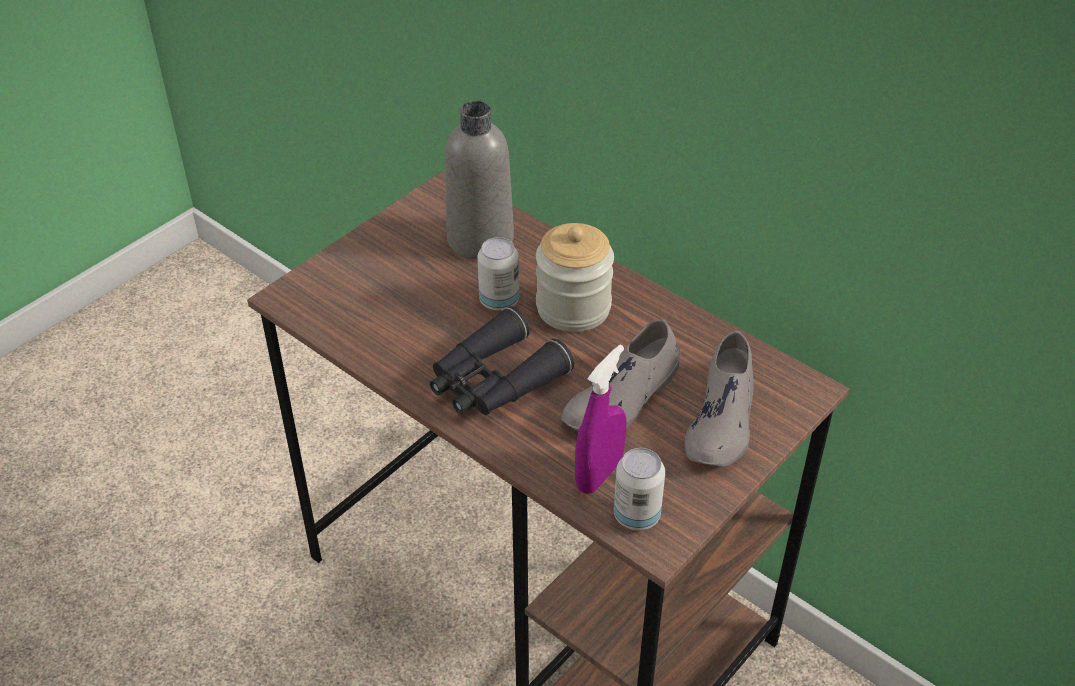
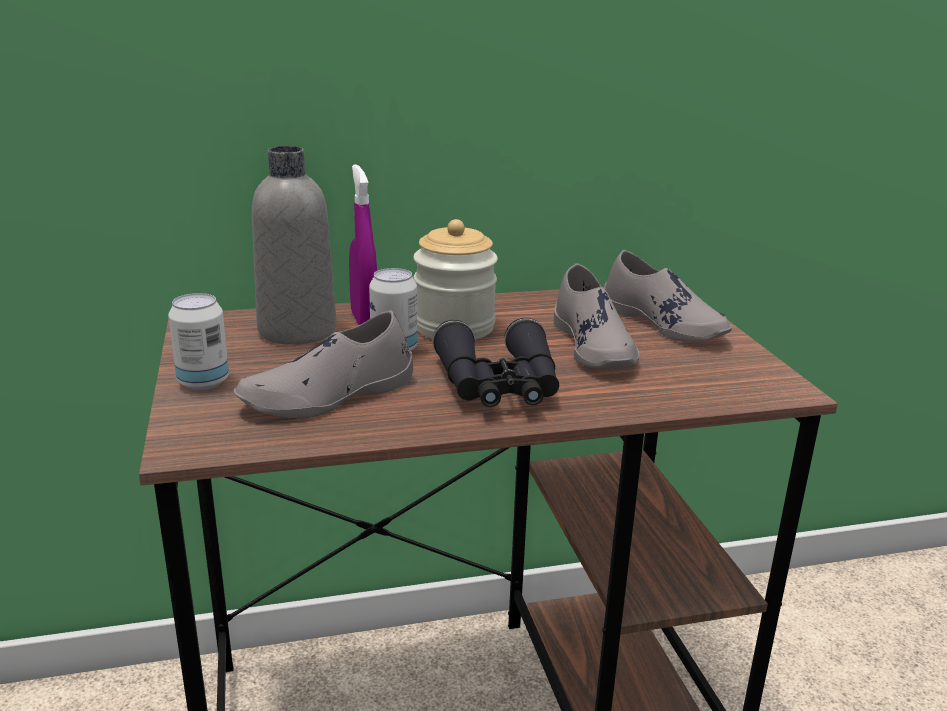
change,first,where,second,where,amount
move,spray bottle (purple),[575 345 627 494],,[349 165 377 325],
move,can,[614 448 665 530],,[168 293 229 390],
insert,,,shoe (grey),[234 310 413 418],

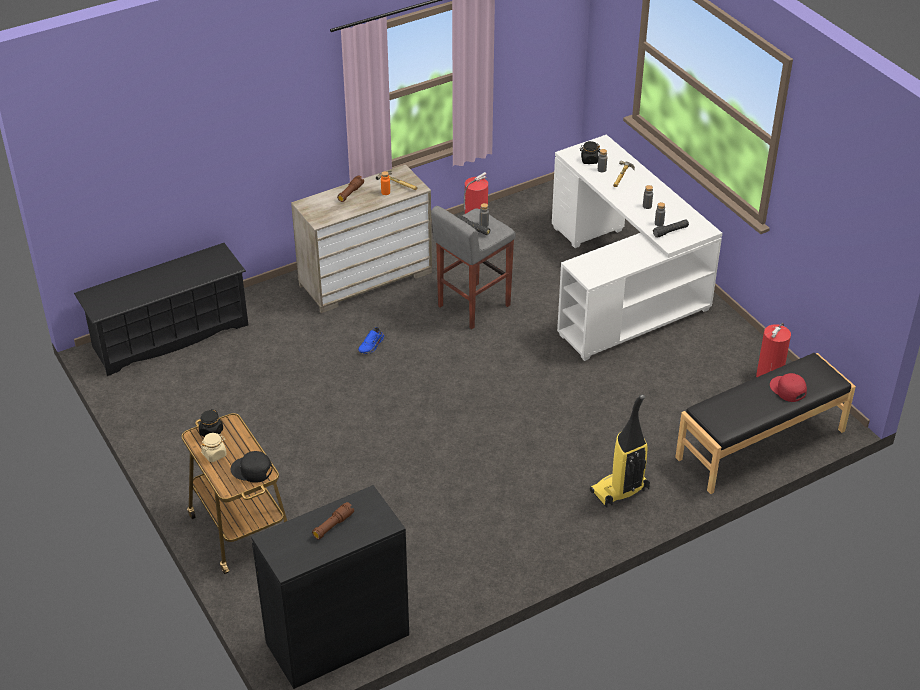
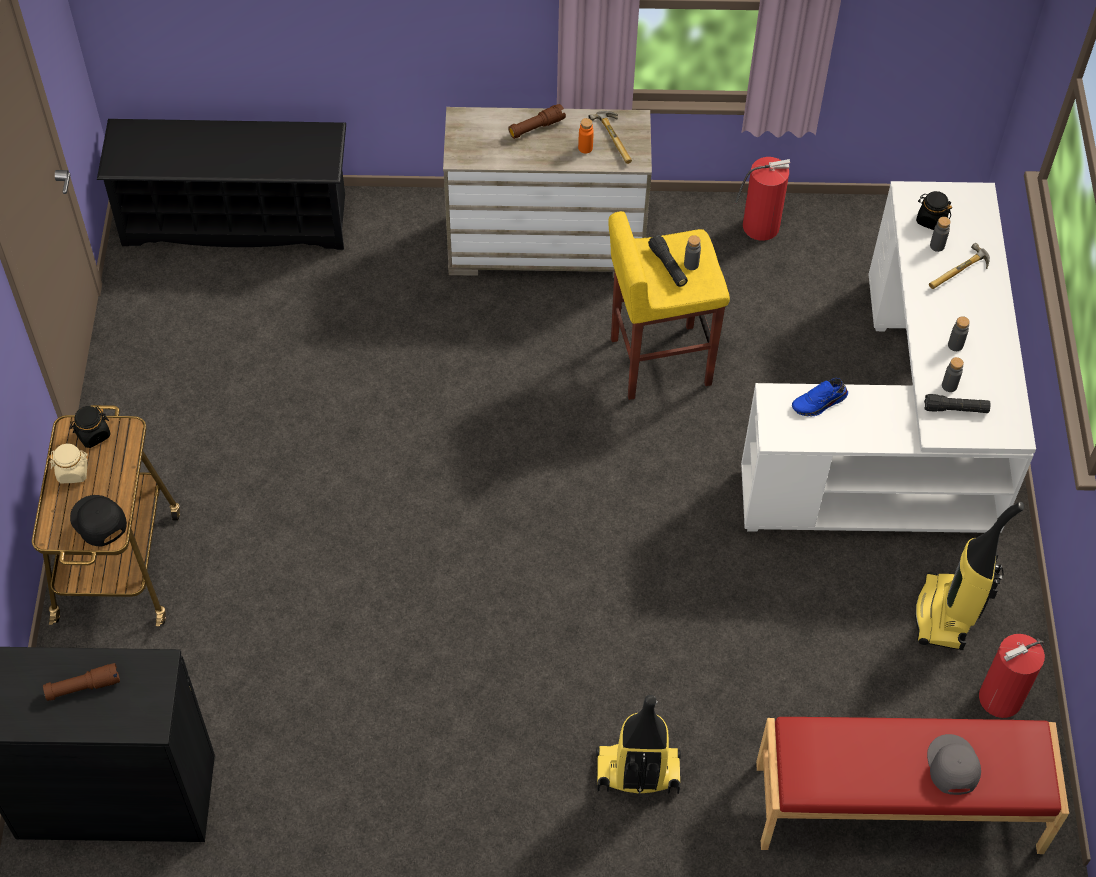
change,first,where,second,where,amount
recolor,stool (grey),[431 206 516 329],stool (yellow),[608 211 730 400],
move,shoe (blue),[358 327 384 354],,[792 378 848 417],
recolor,bench (black),[675 353 856 494],bench (red),[756 717 1069 854],
recolor,cap (red),[770 373 807 402],cap (grey),[927 734 981 795],
insert,,,vacuum cleaner,[915 502 1024 650],

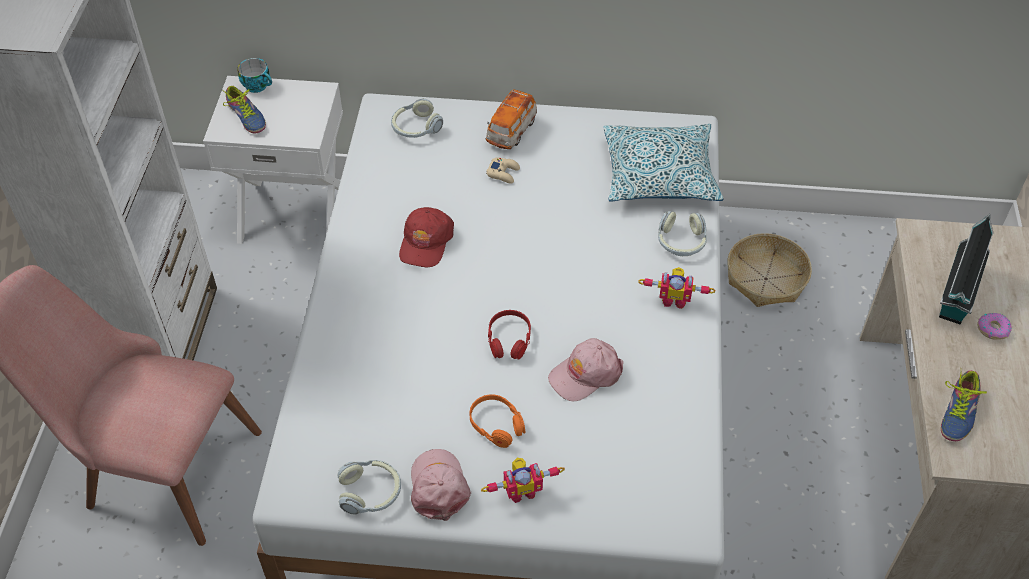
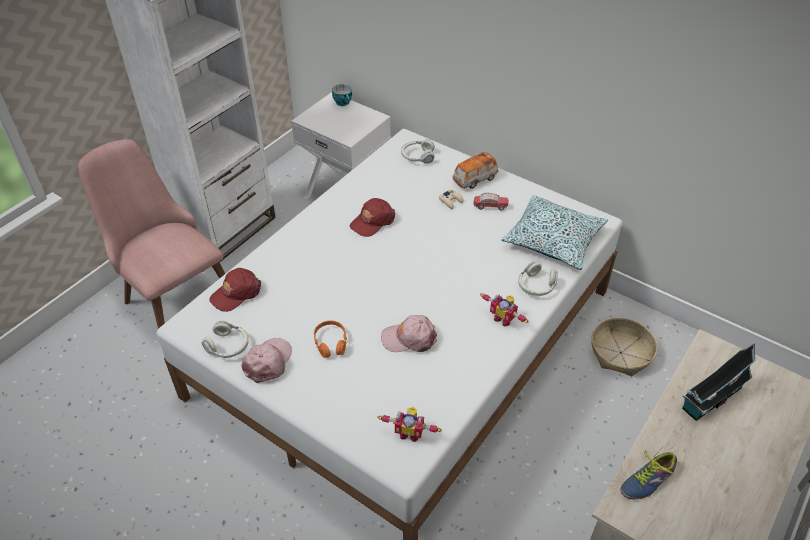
change,first,where,second,where,amount
delete,shoe,[222 86 266 133],,,
delete,headphones (red),[488 310 531 360],,,
delete,donut,[977 313 1012 340],,,
move,toy robot,[481 458 565 503],,[377 407 442 442],
insert,,,toy car,[473 193 509 210],
insert,,,cap (red),[209 268 261 312],

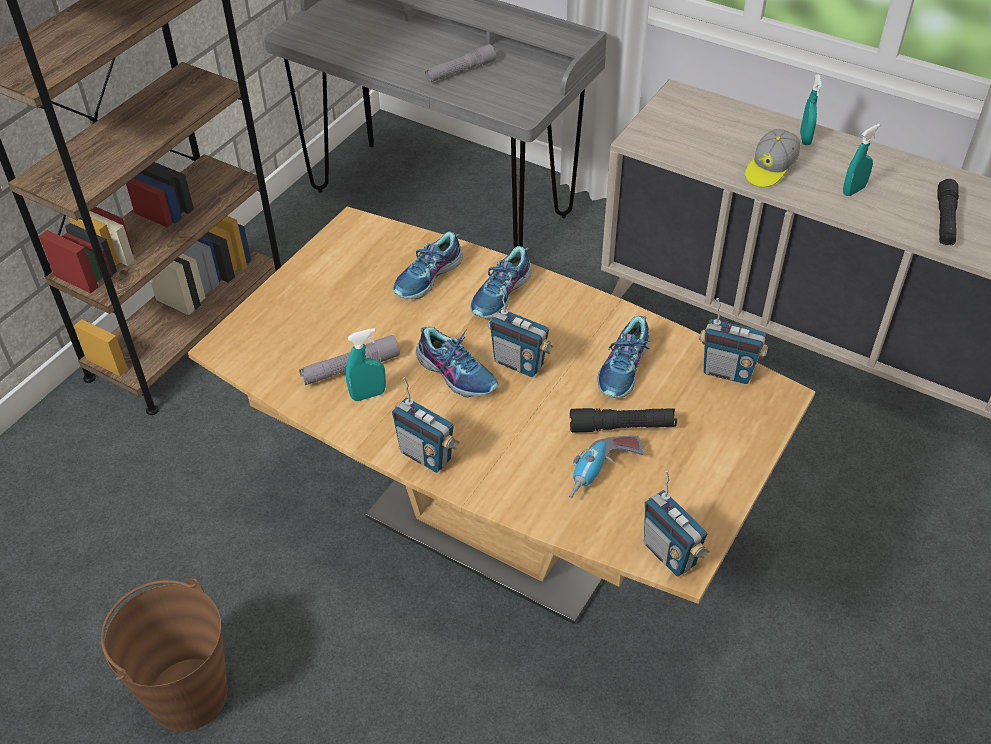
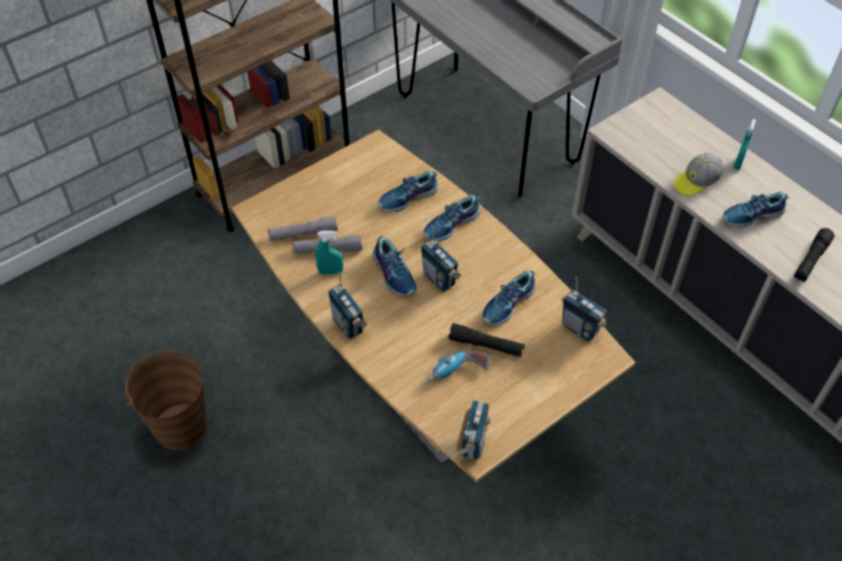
change,first,where,second,where,amount
move,flashlight (grey),[424 44 496 82],,[268 216 338 241],
replace,spray bottle (turquoise),[843 124 880 196],shoe,[723 192 789 228],
rotate,radio,[644 471 710 577],,[456 400 491 460],150 degrees counterclockwise

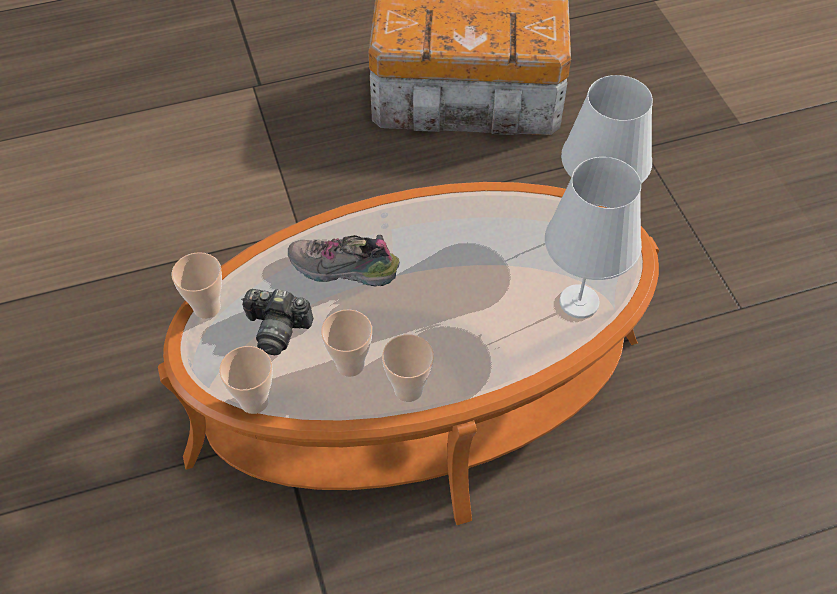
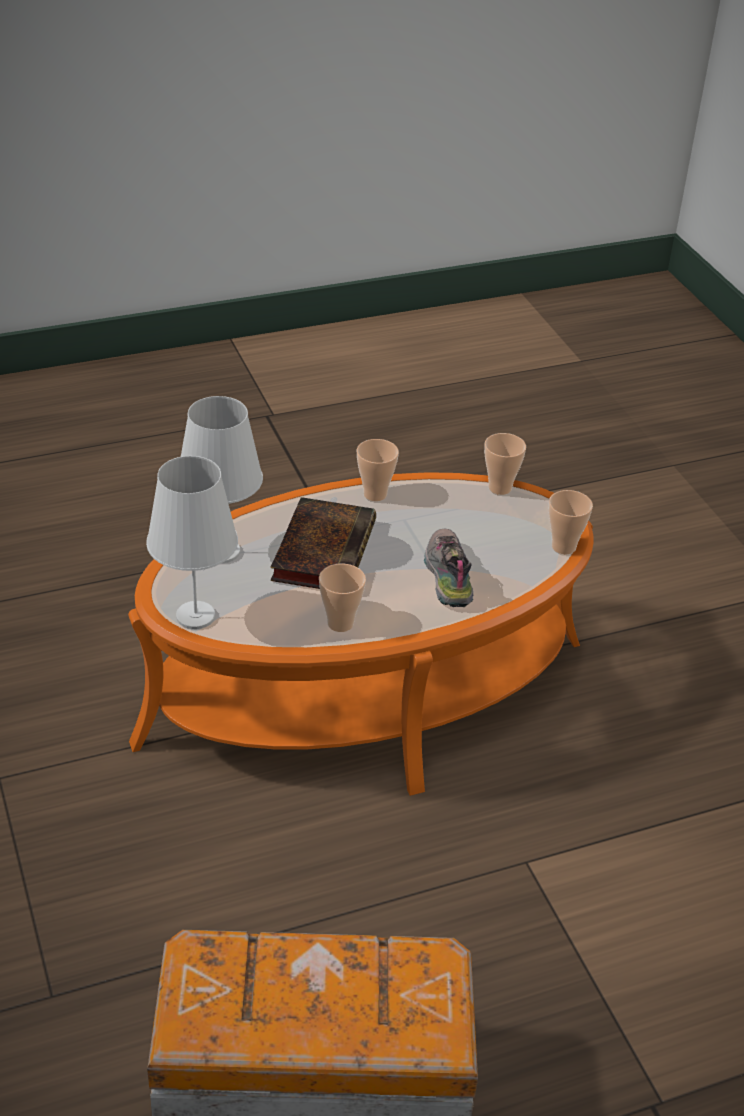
change,first,where,second,where,amount
rotate,shoe,[288 235 400 287],,[424 528 473 607],105 degrees counterclockwise
delete,photo camera,[241 289 313 355],,,
move,cup,[321 309 372 377],,[319 564 366 632],
insert,,,book,[271 497 376 589],

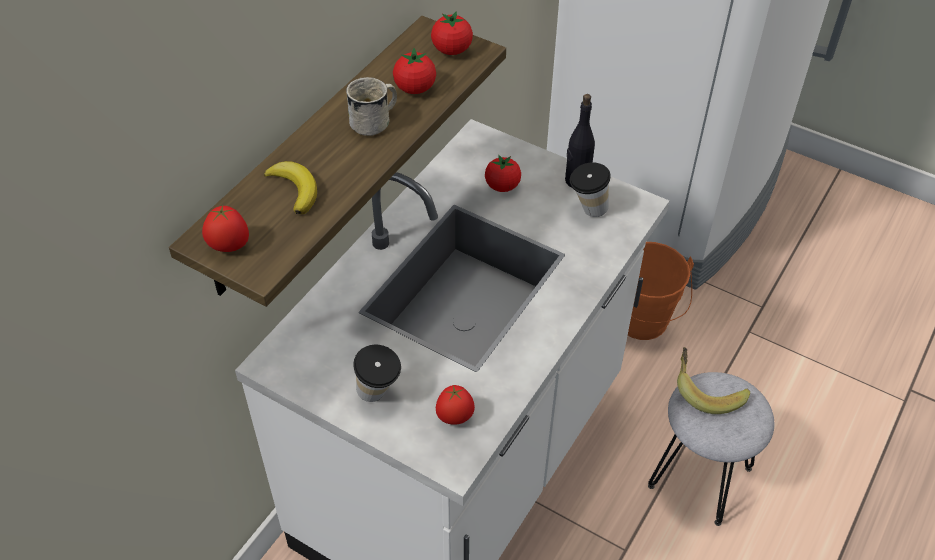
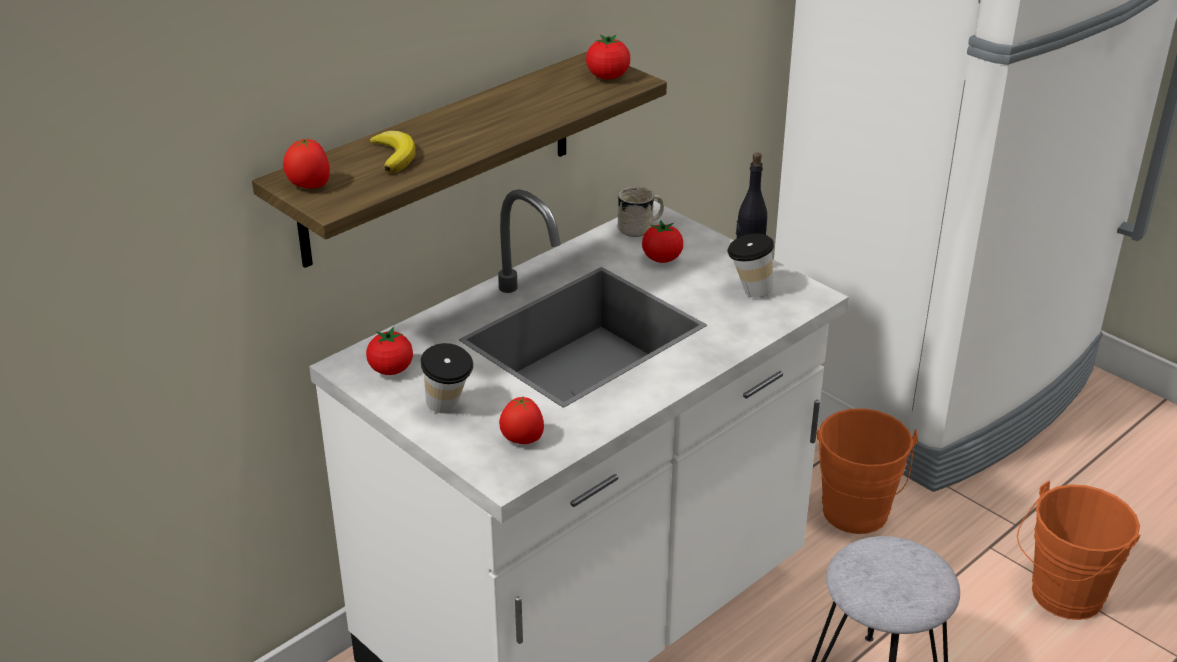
change,first,where,second,where,amount
move,tomato,[393 48 436 94],,[366 327 413 375],
move,mug (white),[346 77 397 136],,[617 186 664 237],
delete,banana,[677 347 750 414],,,
insert,,,bucket (orange),[1017 481 1140 620],

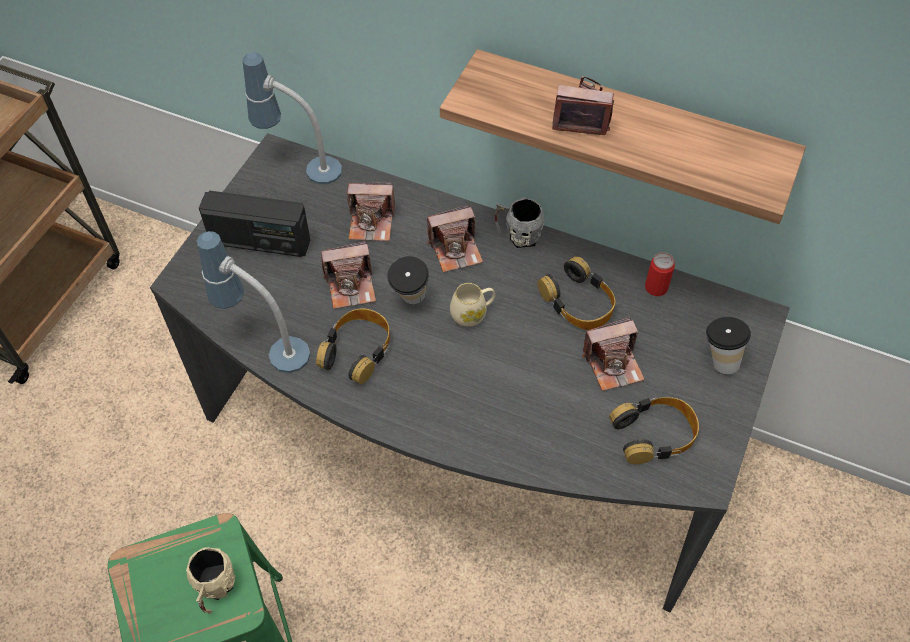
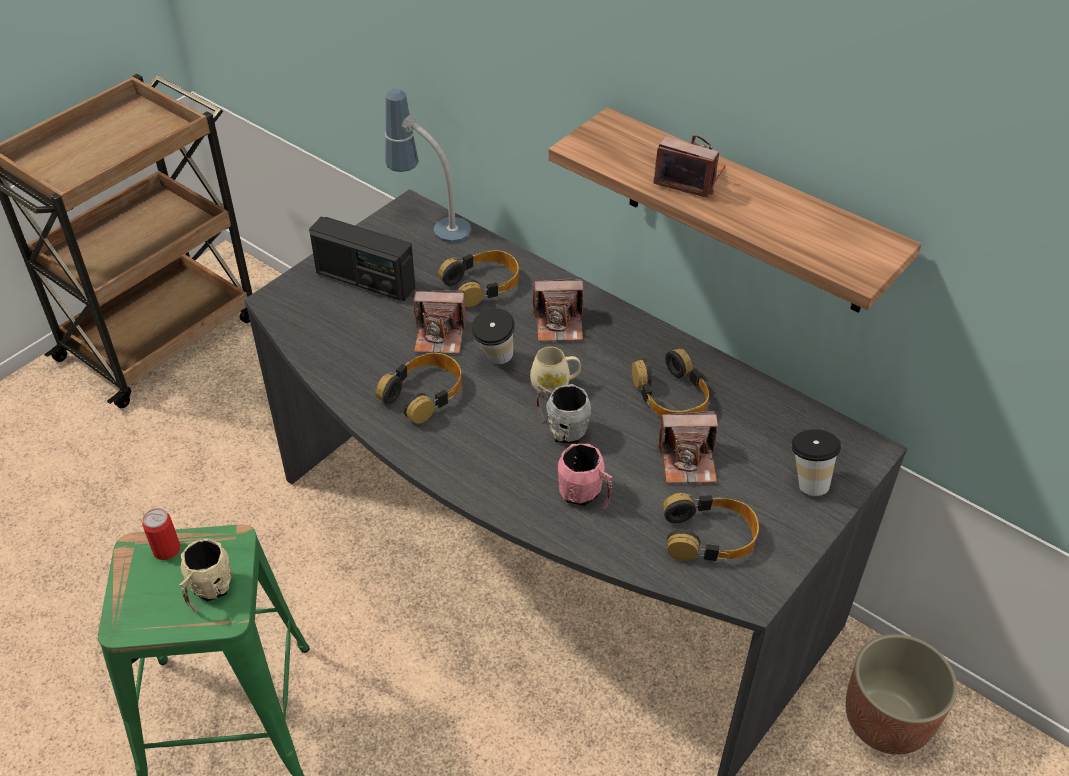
change,first,where,second,where,amount
replace,photo camera,[347 182 395 241],headphones,[438 250 519 307],
move,mug (grey),[495 197 544 248],,[537 383 591 444],
delete,table lamp,[197 231 311 373],,,
move,can,[645 252 675 296],,[142 508 180 560],
insert,,,mug (pink),[558 444 612 509],
insert,,,planter,[845 634 957 755],

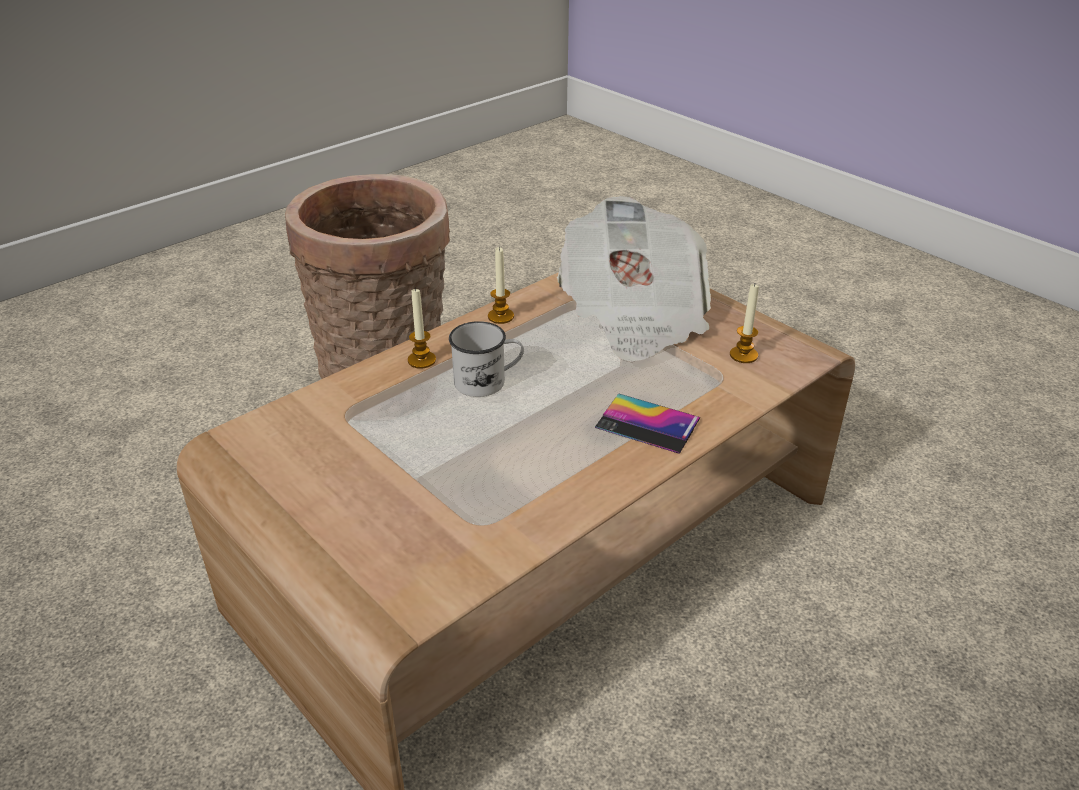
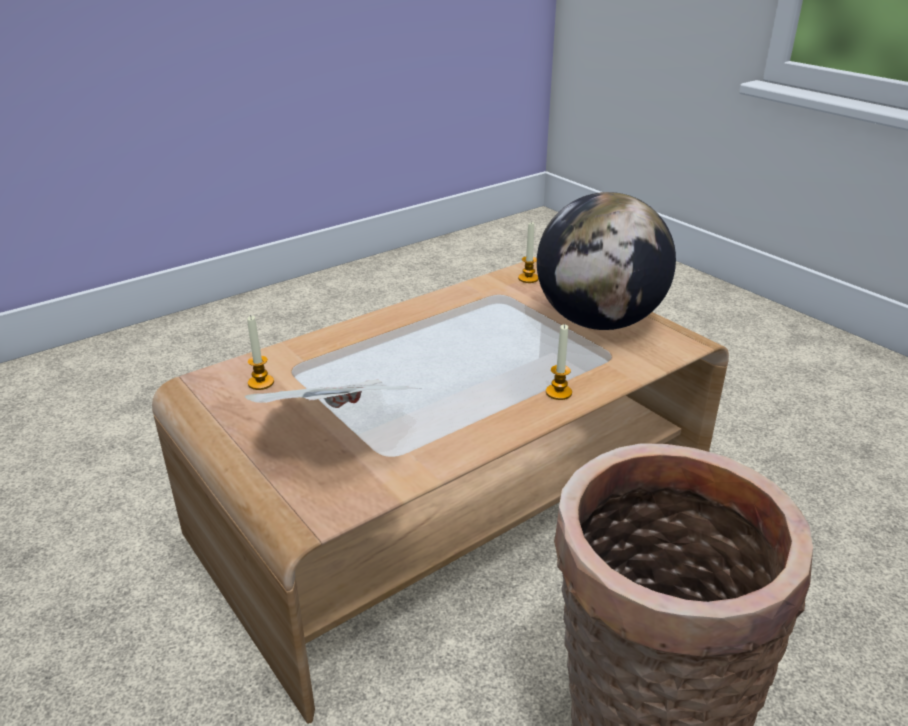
change,first,where,second,where,amount
move,candle,[488 247 514 324],,[518 221 539 283],
delete,mug (white),[449 321 524 397],,,
delete,phone,[595 393 700 454],,,
insert,,,globe,[537 192 676 330],

